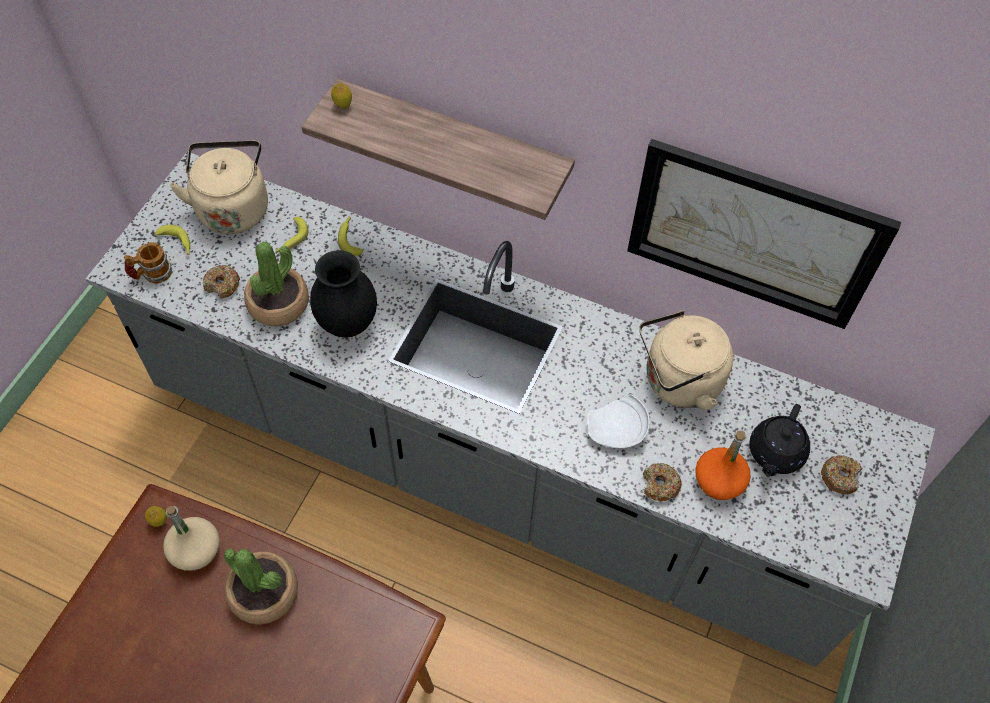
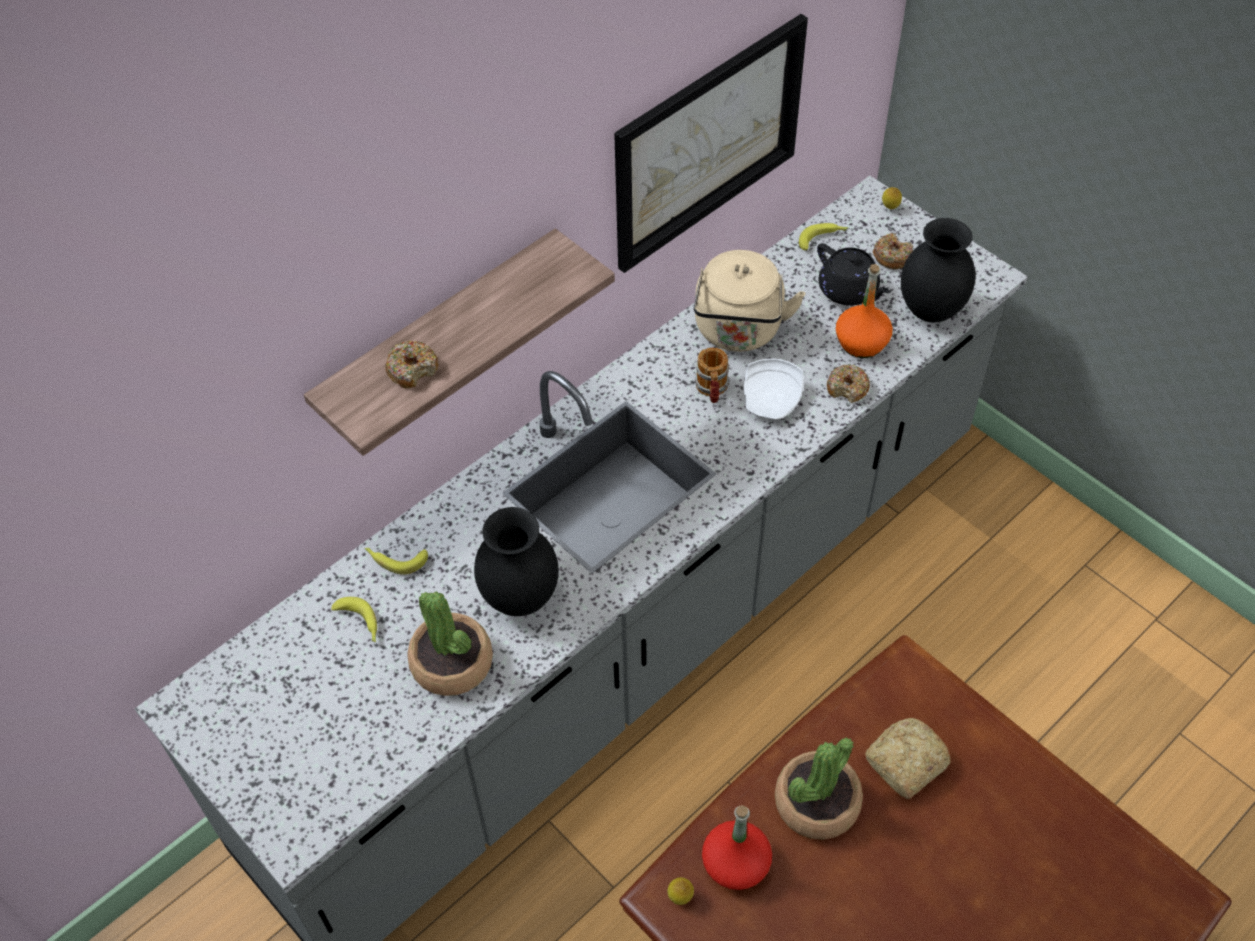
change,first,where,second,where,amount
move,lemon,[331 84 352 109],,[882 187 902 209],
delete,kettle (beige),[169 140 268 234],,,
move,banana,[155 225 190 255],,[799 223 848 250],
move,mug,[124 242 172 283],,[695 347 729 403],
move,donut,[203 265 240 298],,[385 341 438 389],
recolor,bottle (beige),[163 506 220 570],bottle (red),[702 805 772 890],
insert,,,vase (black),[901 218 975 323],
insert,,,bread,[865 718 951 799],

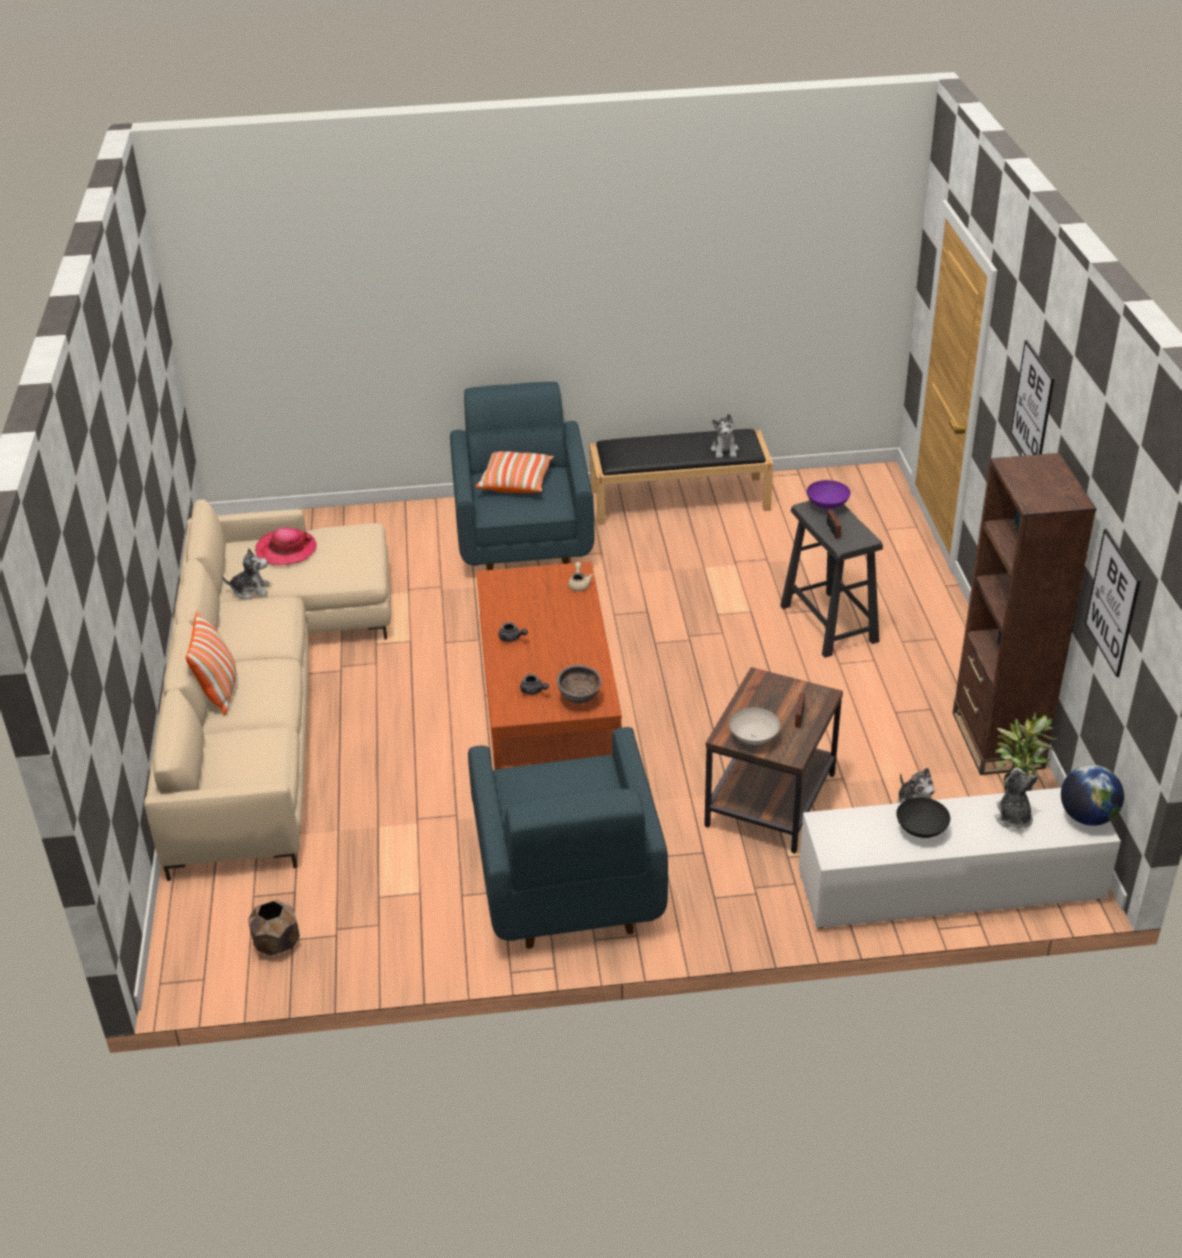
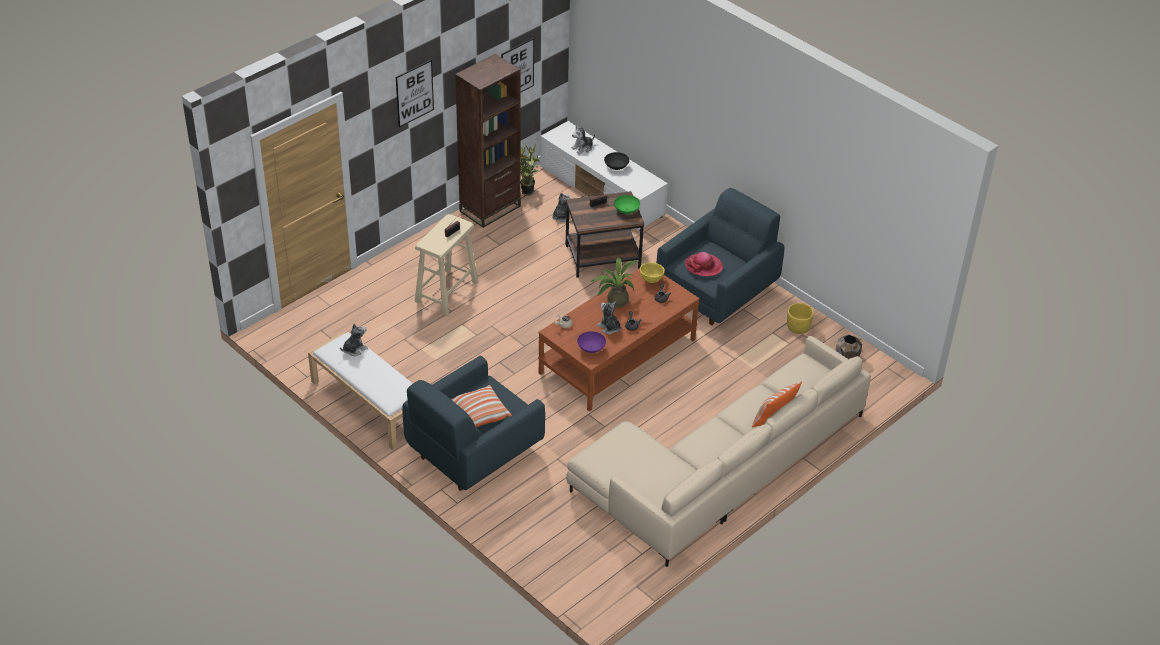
change,first,where,second,where,amount
recolor,bench (black),[590 429 773 525],bench (white),[308 330 413 450],
move,bowl (purple),[807 480 851 509],,[577 331 606 353],
recolor,stool (black),[780 500 883 658],stool (beige),[415 214 478 315],
move,hat,[255 527 317 565],,[685 252 723 276],
move,plush toy,[222 548 269 599],,[597 301 622 334],
recolor,bowl (brown),[557 665 602 704],bowl (yellow),[640 263 665 283],
recolor,bowl (white),[729 707 780 745],bowl (green),[614 195 640 214],
delete,globe,[1061 765 1124 826],,,
insert,,,potted plant,[592 258 638 308],
insert,,,planter (yellow),[787 303 814 334],

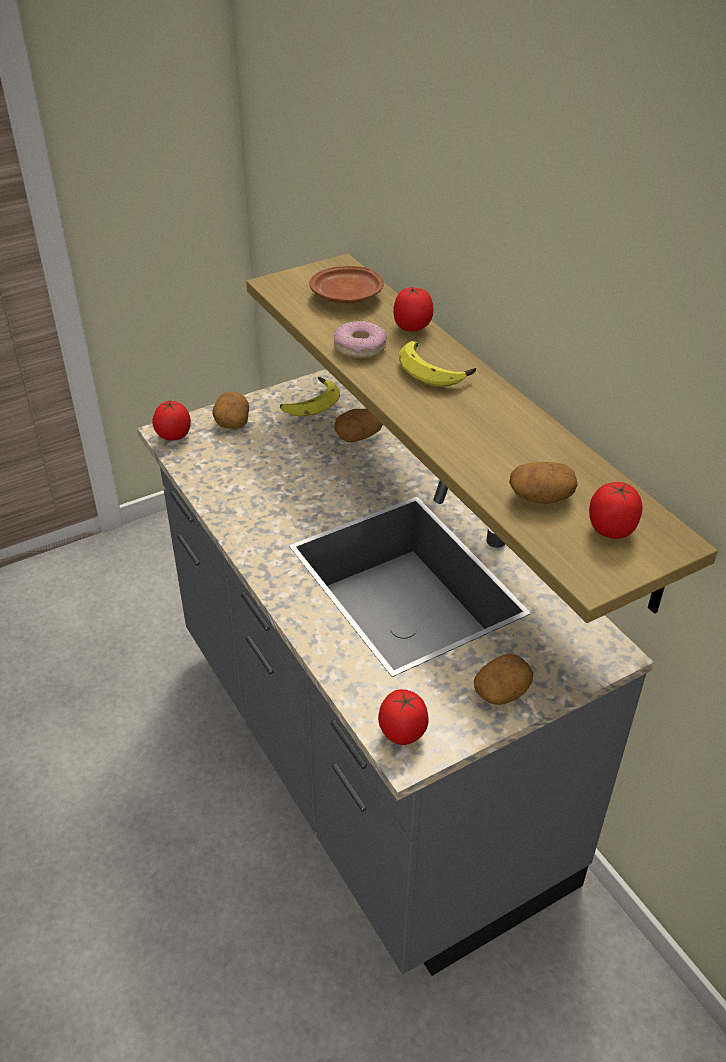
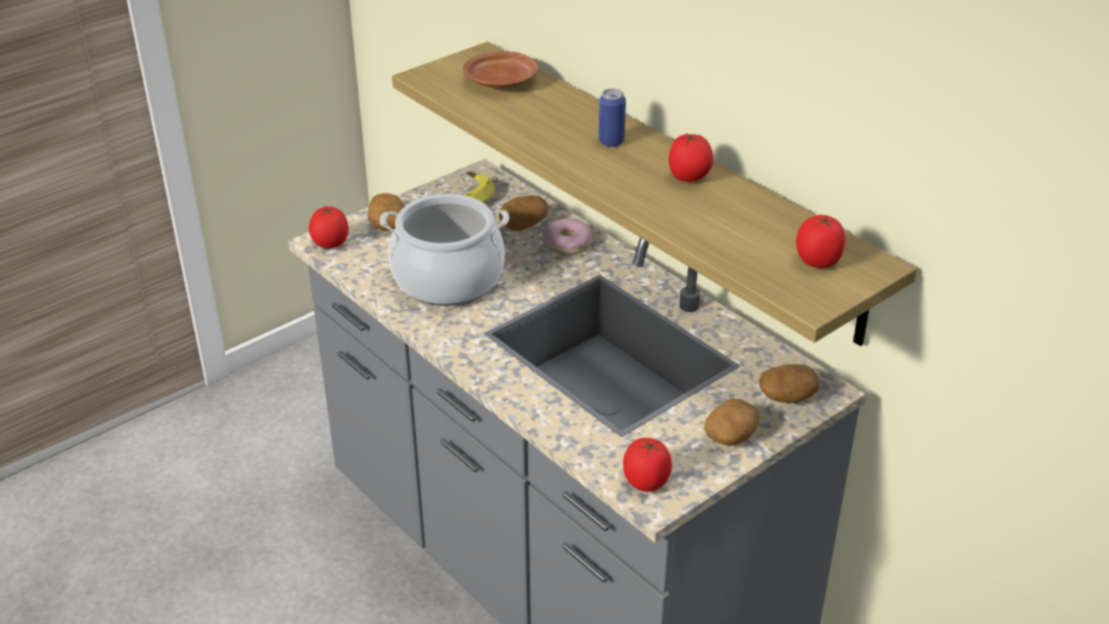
change,first,where,second,where,amount
move,tomato,[393 286 434 332],,[669 133 713 182],
move,donut,[334 321 387 359],,[542 219 592 255],
replace,banana,[399 341 476 387],can,[599 88 626 147],
move,potato,[509 462 577 504],,[759 364 820 403],
insert,,,cooking pot,[380 194 509 306],

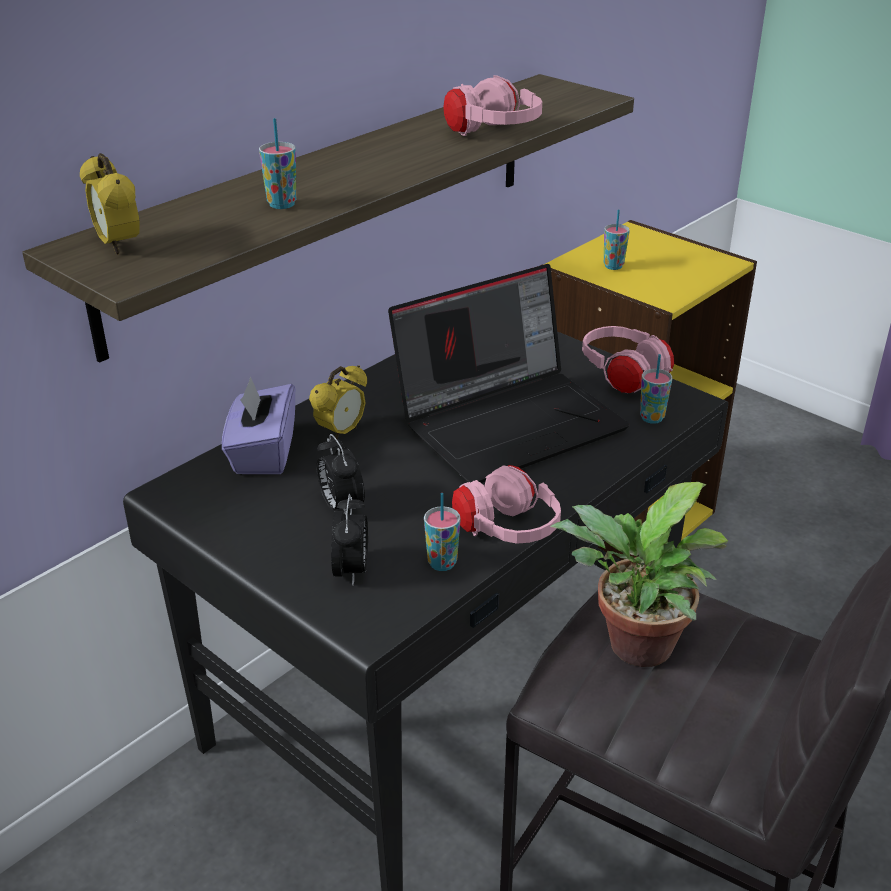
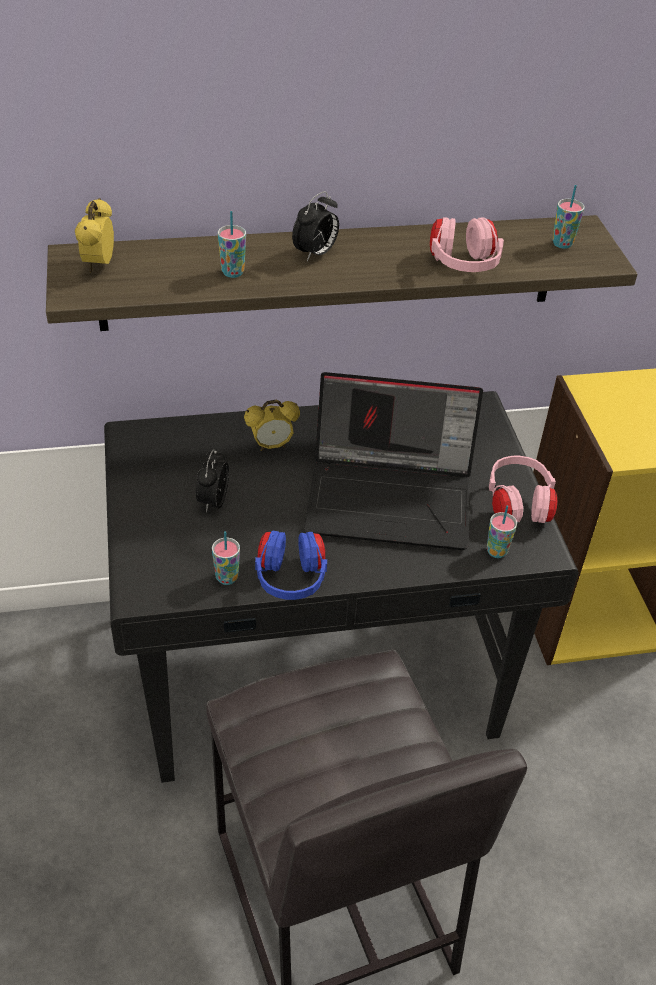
change,first,where,second,where,amount
move,cup,[604 209 630 270],,[552 185 585 249],
delete,tissue box (purple),[222 377 295 474],,,
recolor,headphones (pink),[452 465 561 544],headphones (blue),[255 531 327 600],
delete,potted plant,[550 482 728 667],,,
move,alarm clock,[331 494 368 586],,[292 191 339 262],

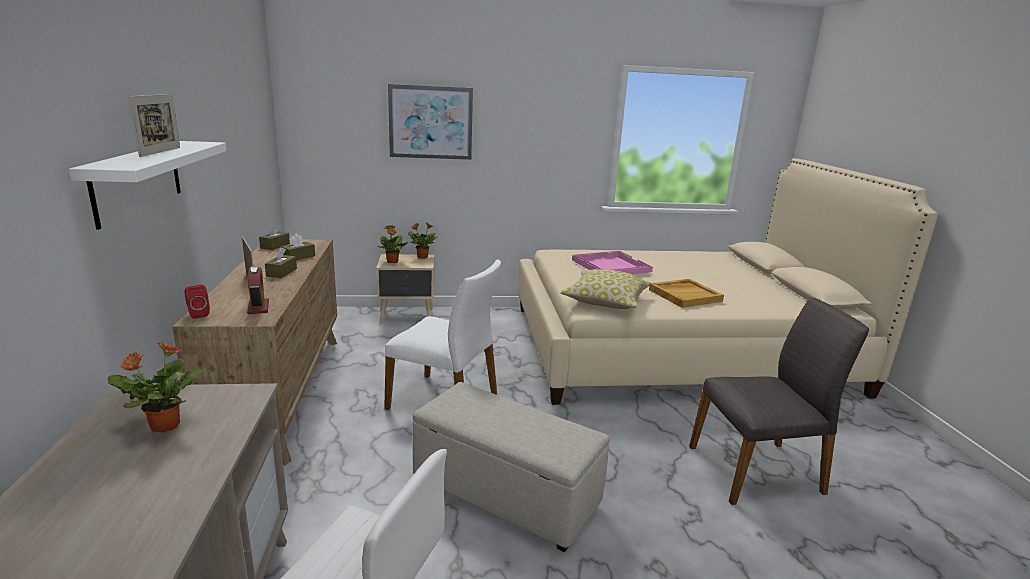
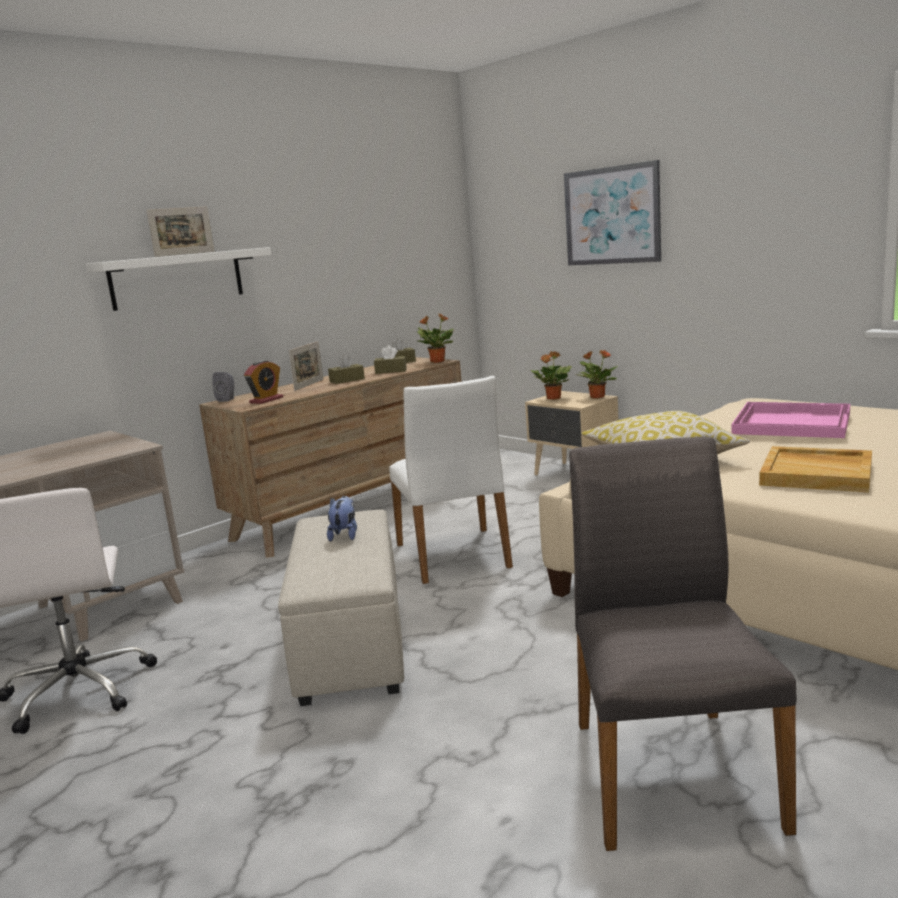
change,first,where,second,where,amount
recolor,speaker (red),[185 285 210 319],speaker (grey),[212 372 234 402],
rotate,chair (grey),[689 297 869 505],,[569 436 797 851],135 degrees counterclockwise
move,potted plant,[108 342 202 433],,[417 313 453 363],
insert,,,plush toy,[327 496 357 542],

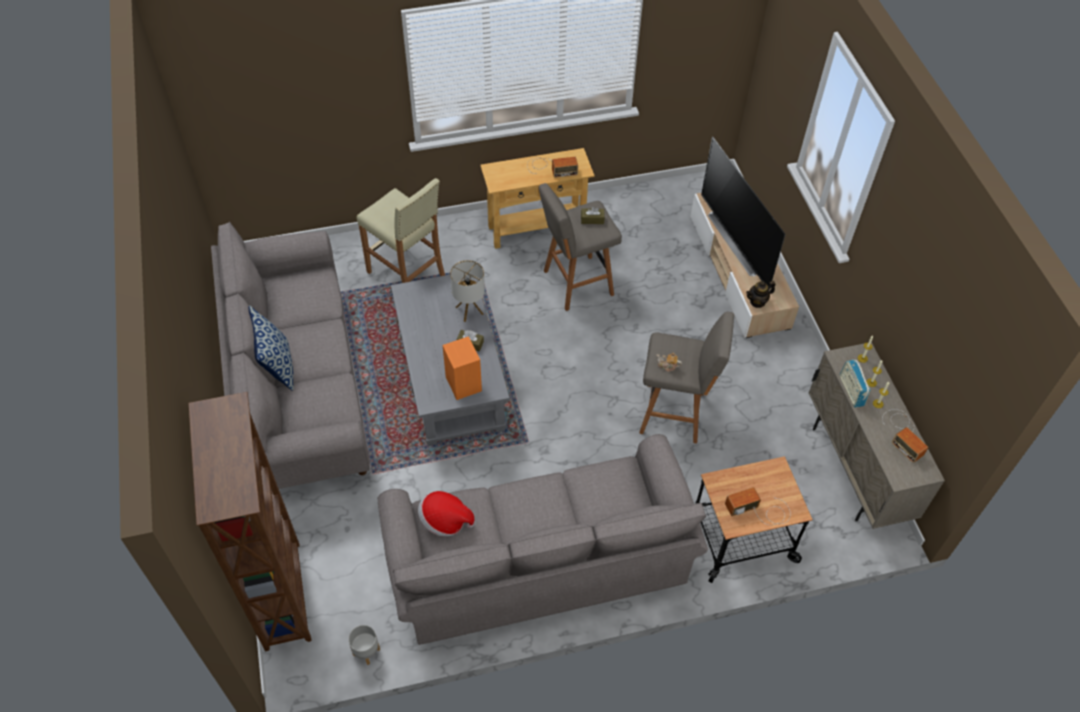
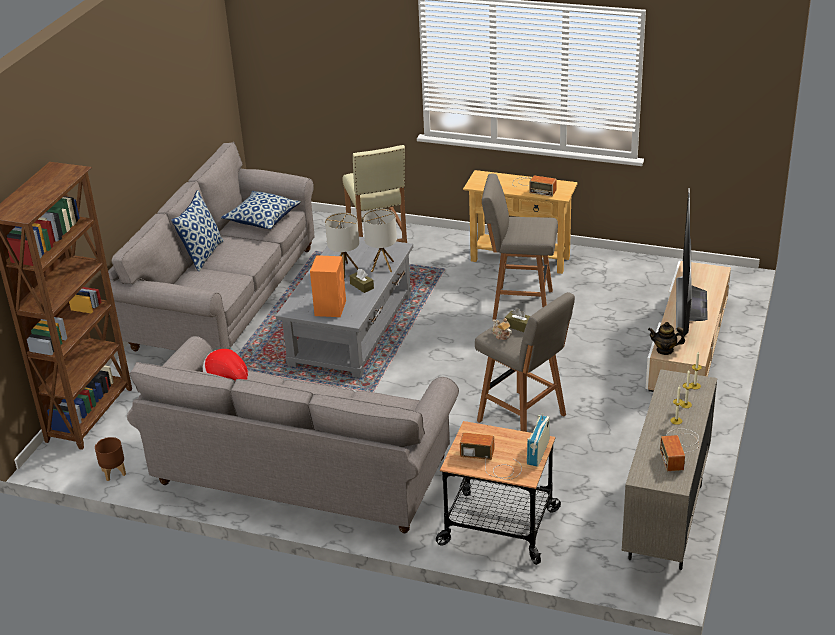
change,first,where,second,where,amount
move,tissue box (brown),[581 207 605 224],,[505 308 530 332],
move,radio,[840 359 870 408],,[527 413 550 467],
recolor,planter (grey),[348 625 380 665],planter (brown),[95 437 126 481],
insert,,,pillow,[221 191 301 229],
insert,,,table lamp,[325 213 359 278],

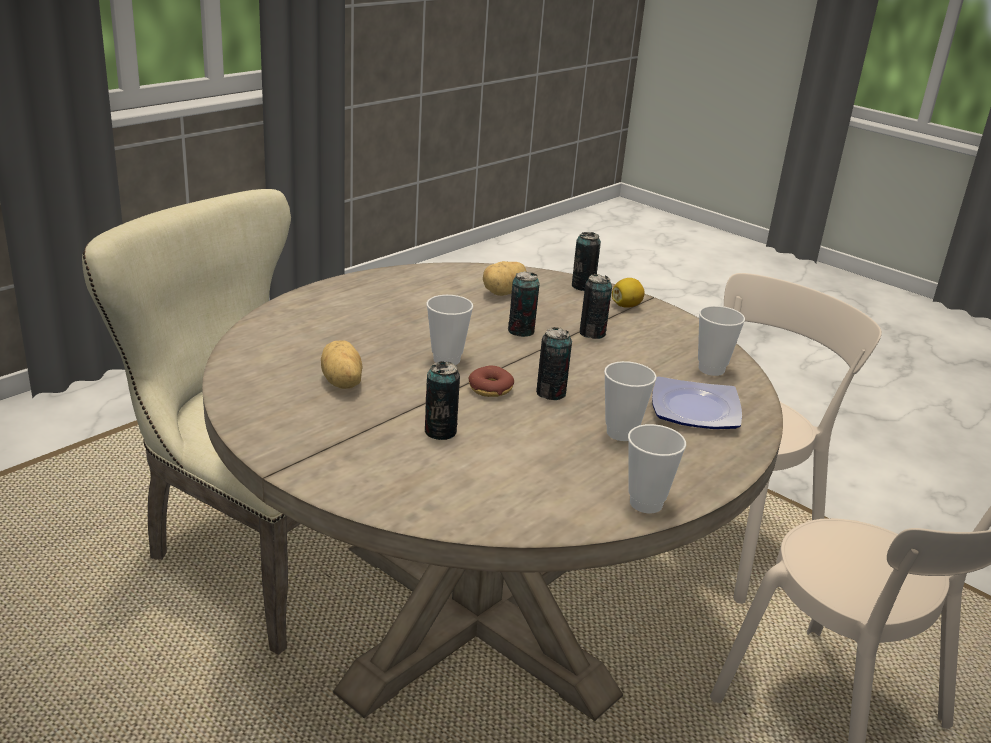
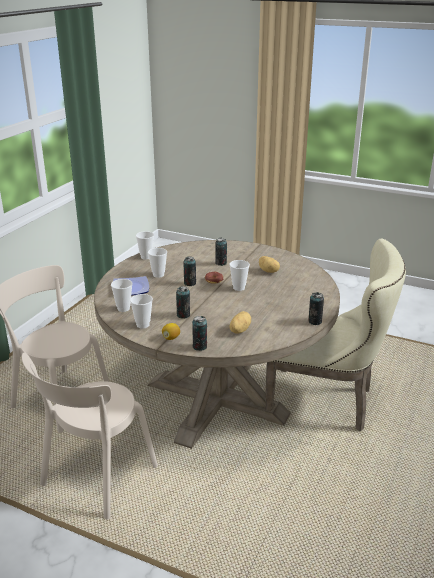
change,first,where,second,where,amount
move,can,[508 271 540 337],,[308 292 324 325],
insert,,,cup,[130 294 153 329],

